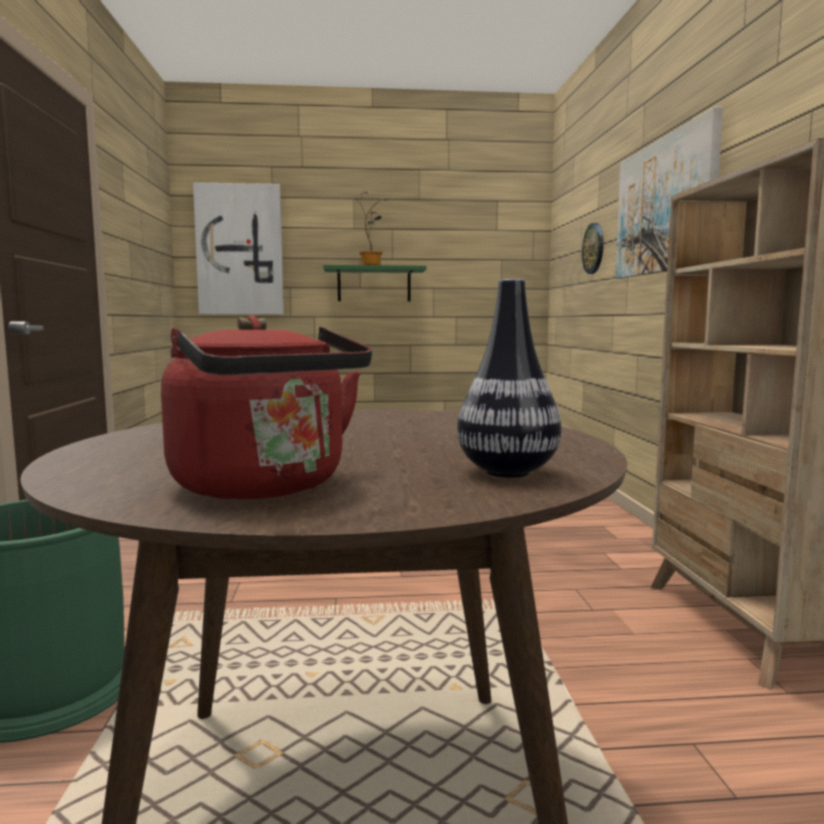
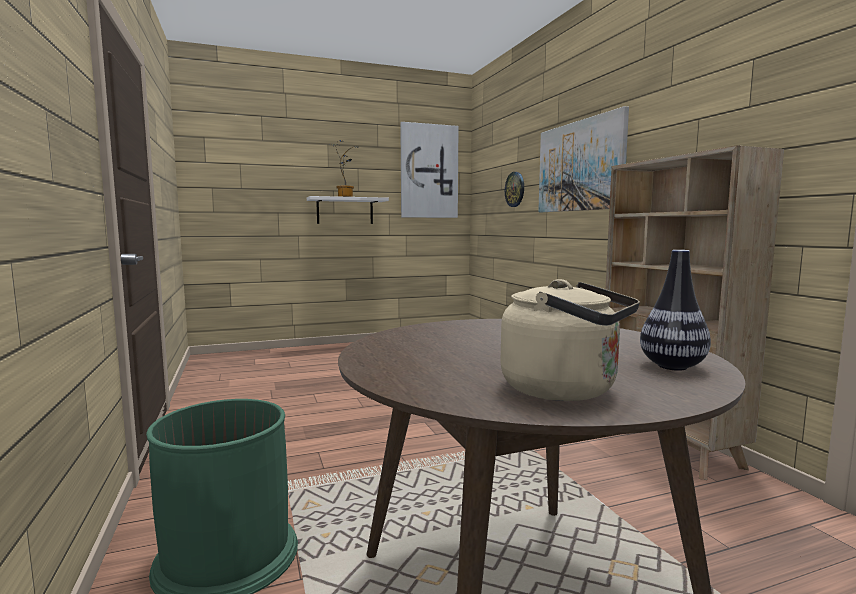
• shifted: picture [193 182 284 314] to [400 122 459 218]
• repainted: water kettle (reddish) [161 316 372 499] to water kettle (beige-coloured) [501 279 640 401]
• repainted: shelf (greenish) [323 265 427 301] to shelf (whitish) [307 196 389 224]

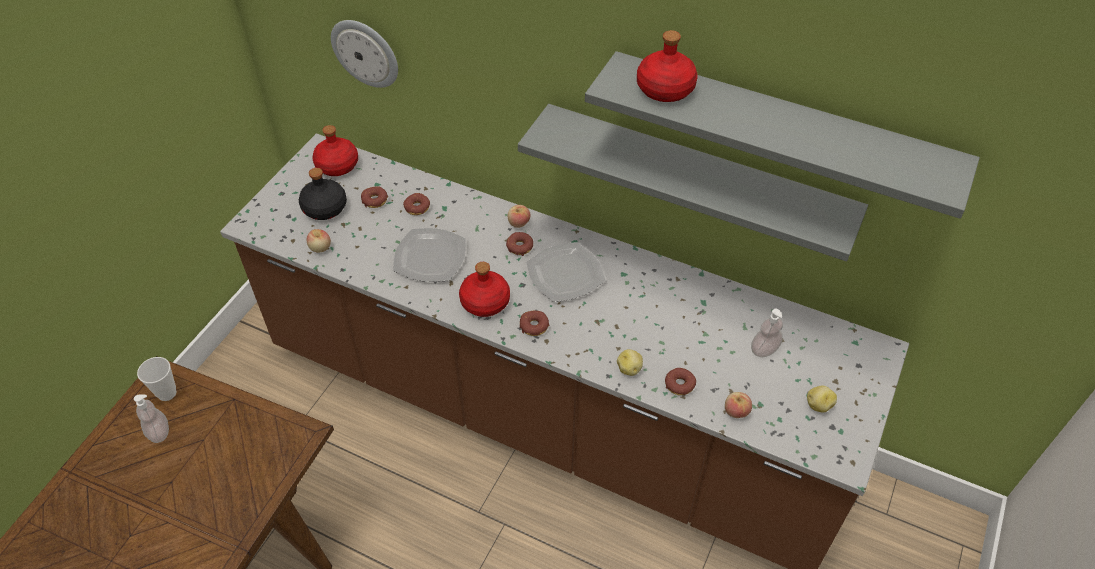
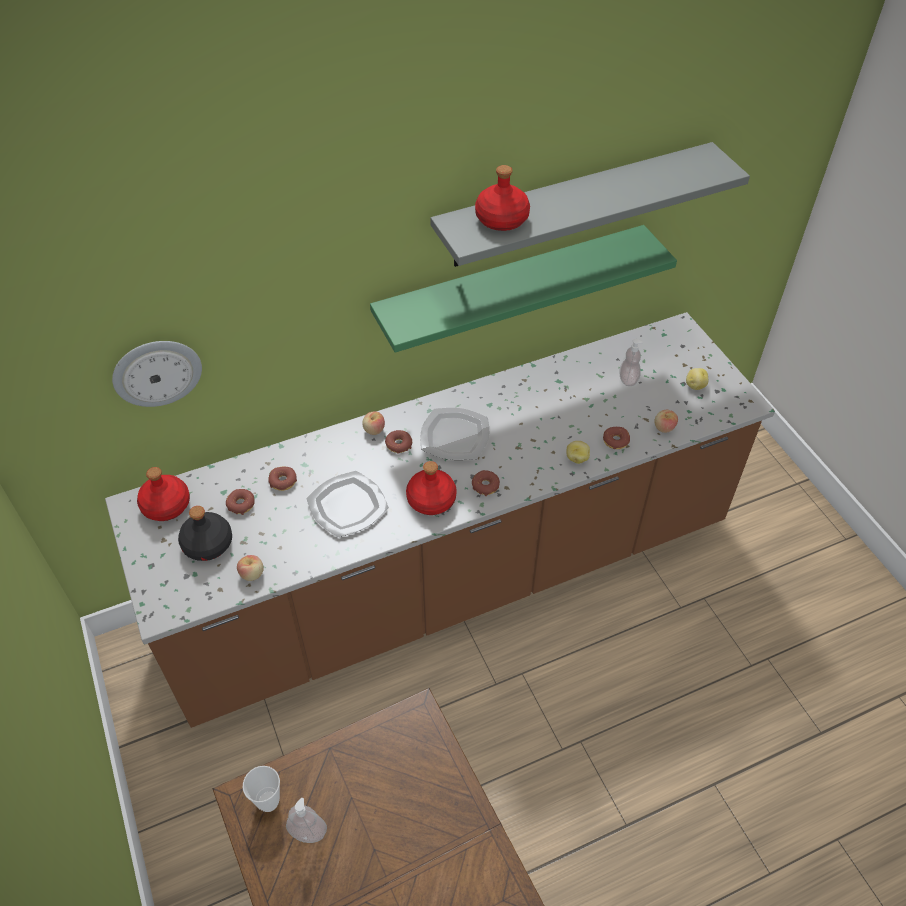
• repainted: shelf (gray) [518 104 868 261] to shelf (greenish) [370 225 677 353]

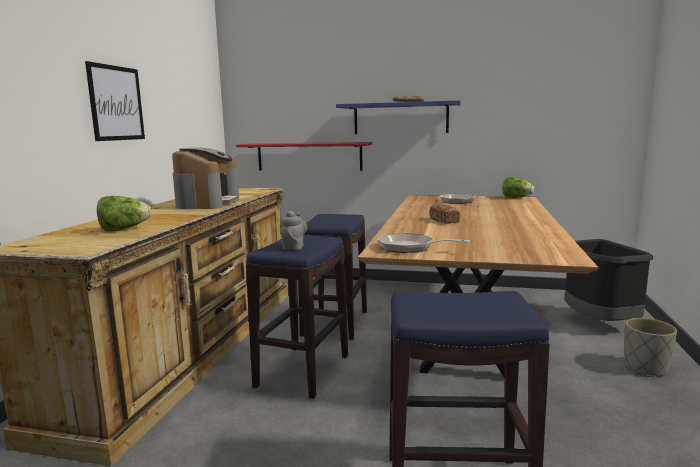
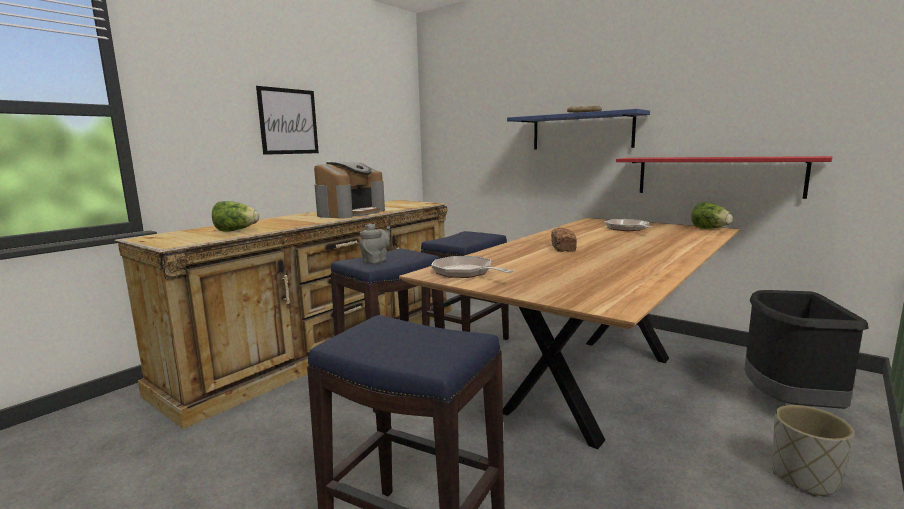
• shifted: shelf (reddish) [236 142 373 171] to [616 156 832 199]

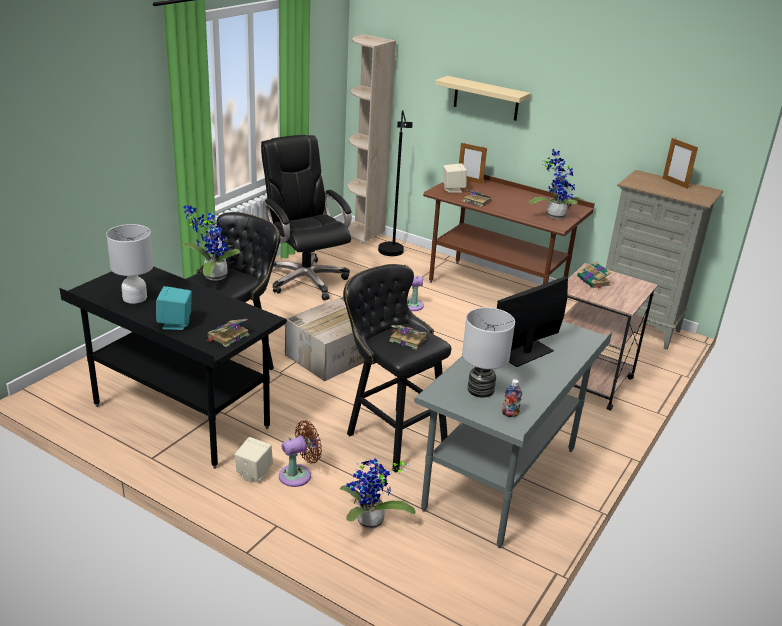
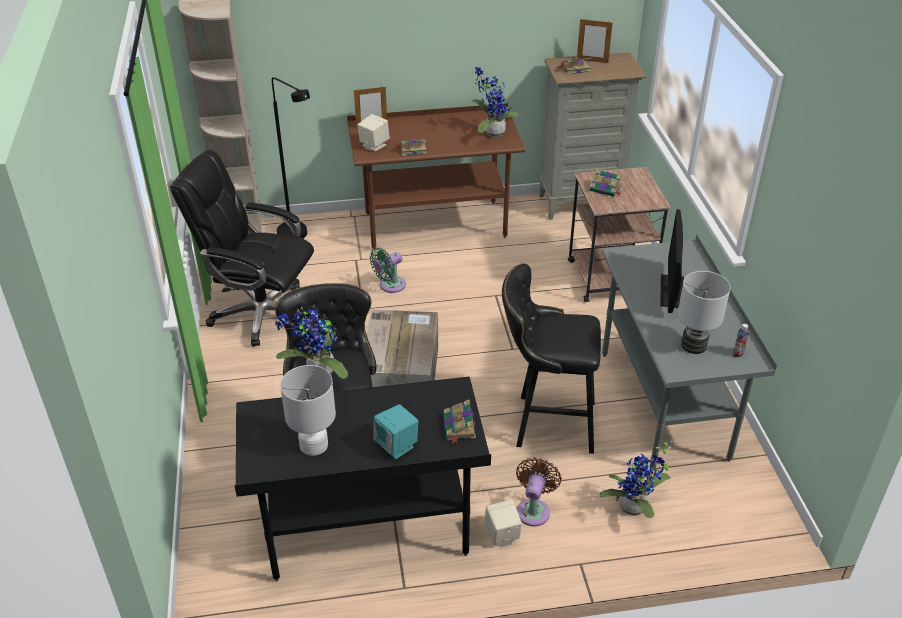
• gone: shelf (beige-coloured) [435 76 531 121]
• shifted: book [389 325 427 350] to [559 58 591 75]

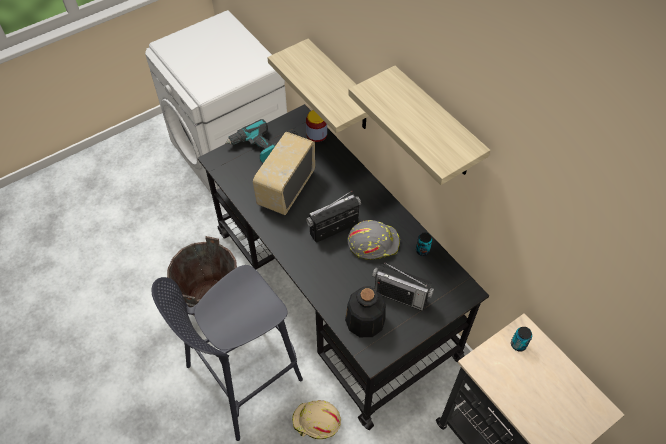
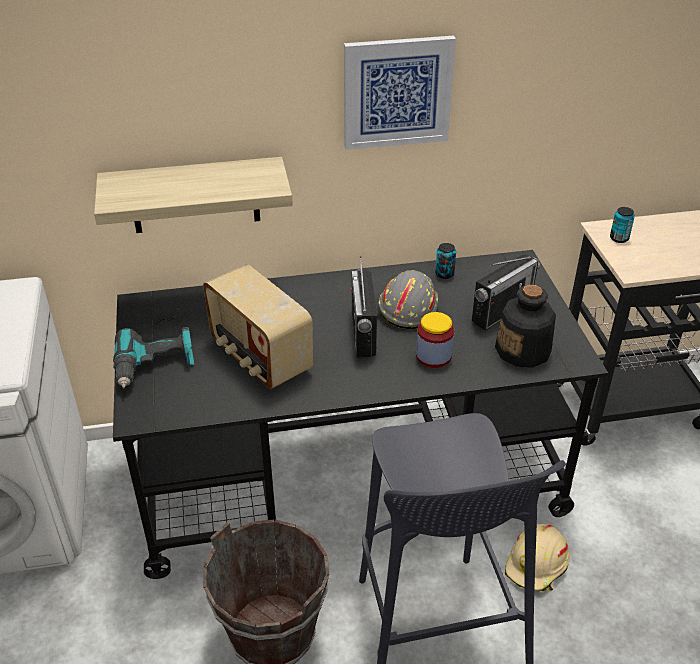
• shifted: preserve jar [306 110 327 142] to [416 312 454 368]
• swapped: shelf [348 65 490 185] to picture [344 35 456 150]

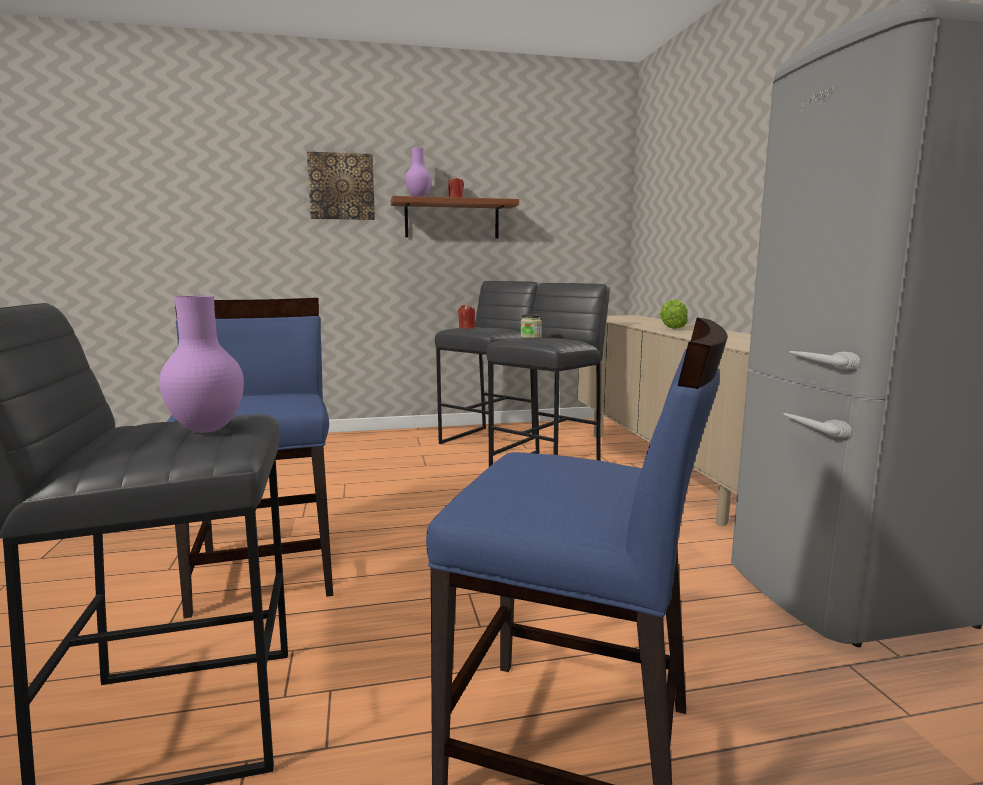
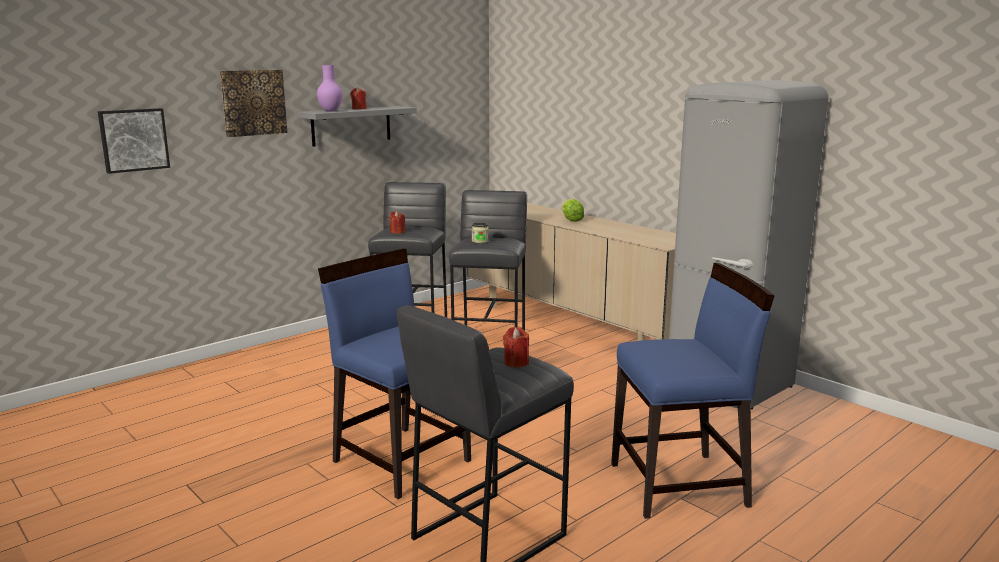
• new: picture [98 108 170 174]
• swapped: vase (purple) [159 296 244 433] to wax light (reddish) [503 327 529 367]
• repainted: shelf (brown) [391 196 519 238] to shelf (gray) [298 106 417 147]

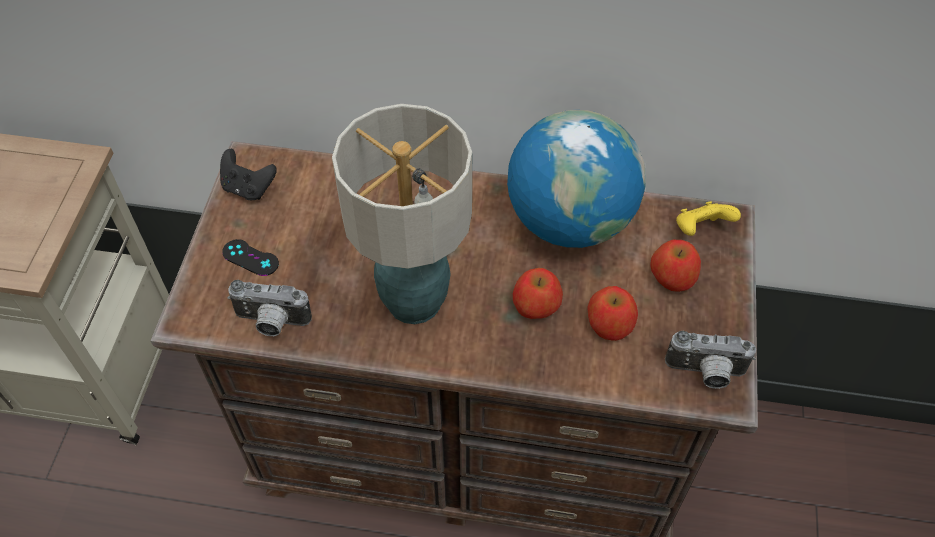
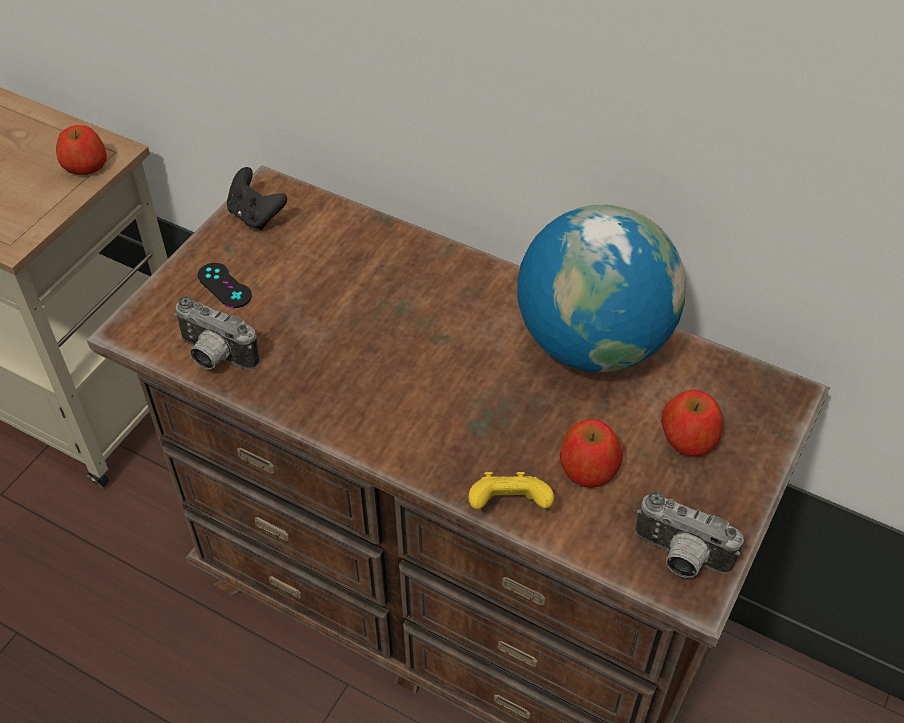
• gone: table lamp [332 104 472 324]
• shifted: whole apple [513 268 563 319] to [56 125 107 175]
• shifted: game controller (yellow) [676 201 741 236] to [469 472 554 509]

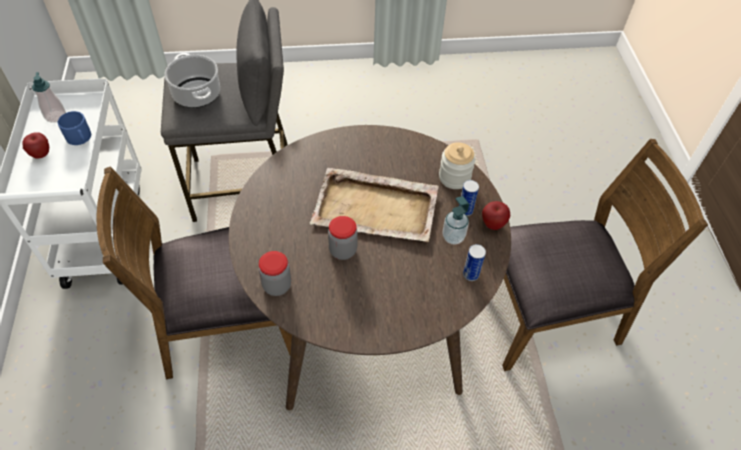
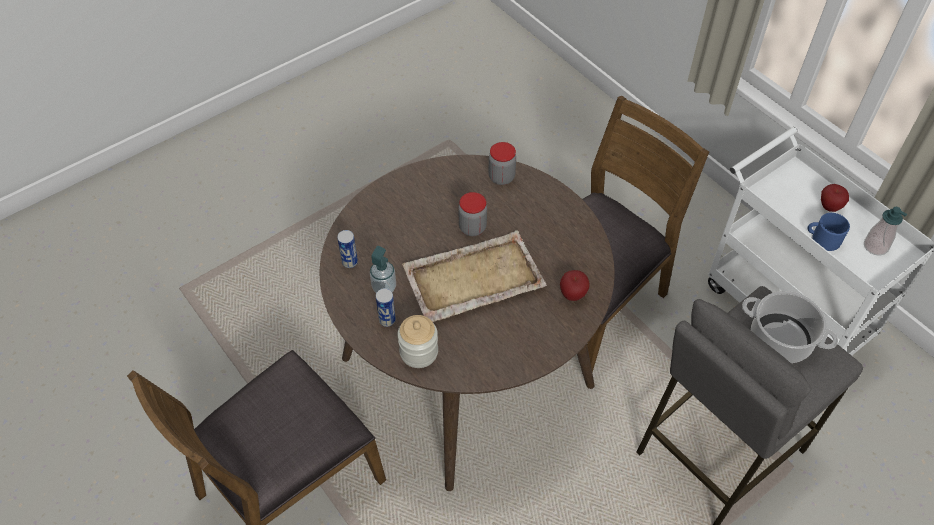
• shifted: whole apple [482 201 511 230] to [560 270 590 301]

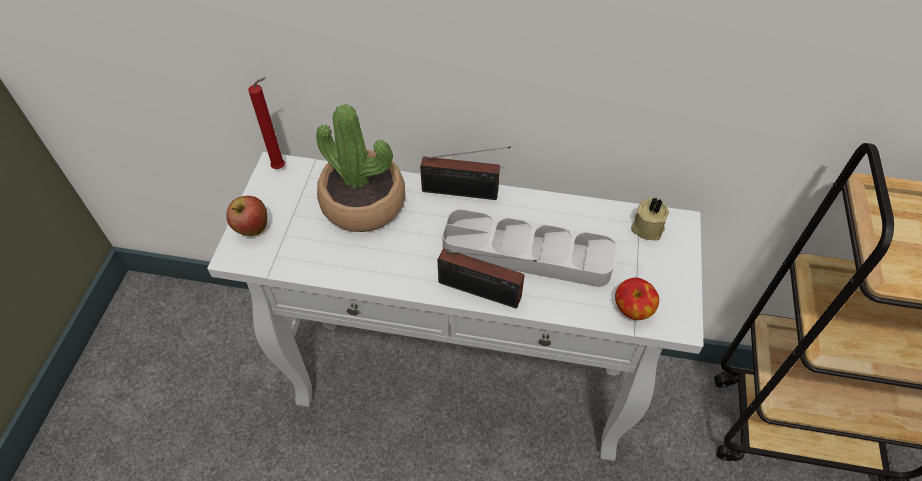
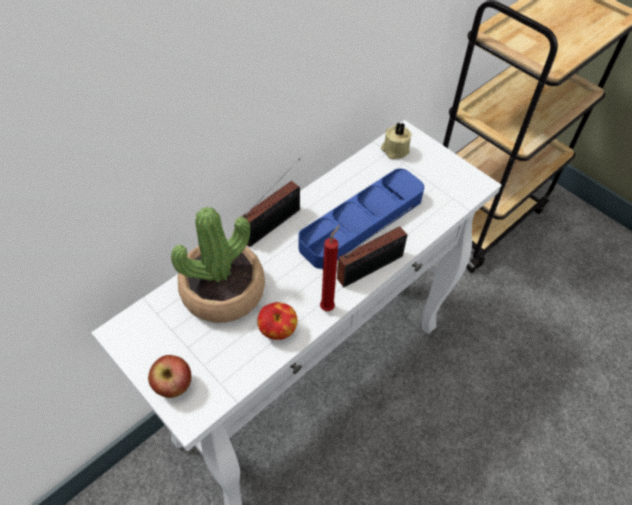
• shifted: wax light (reddish) [248 77 285 169] to [320 225 340 311]
• shifted: whole apple [615 277 659 320] to [257 302 298 340]
• repainted: serving tray (gray) [442 209 617 287] to serving tray (blue-coloured) [298 169 424 269]

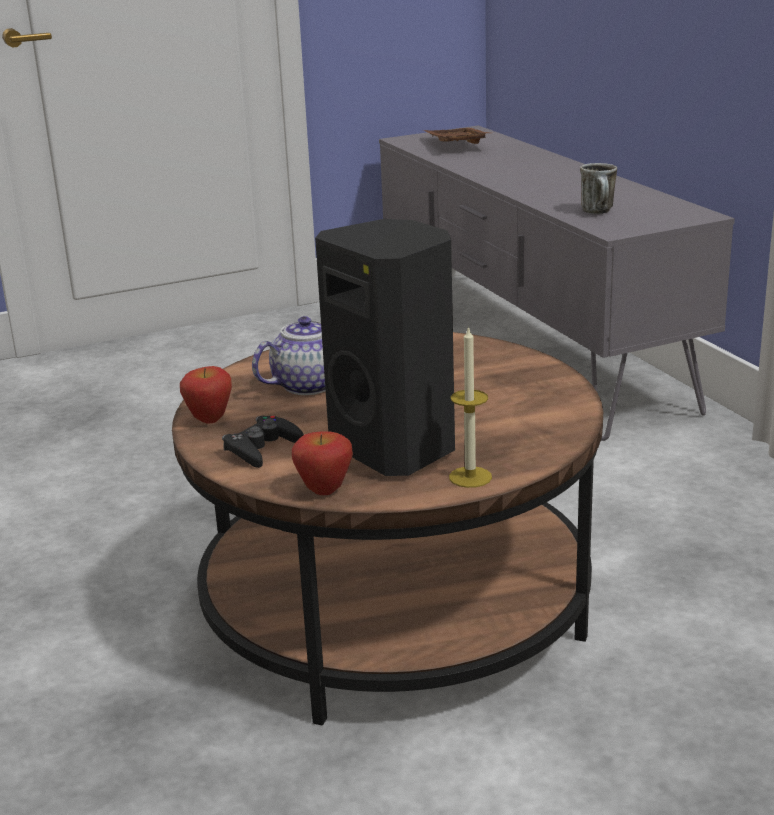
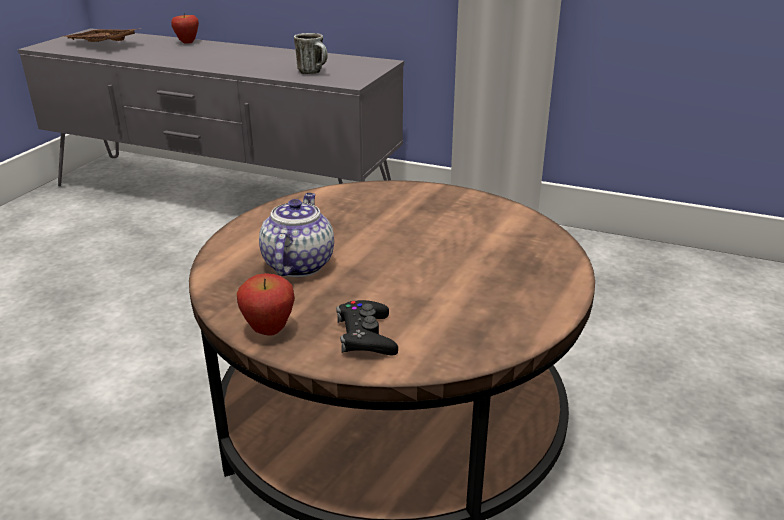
• gone: audio speaker (black) [315 219 455 476]
• gone: wax light [449 326 492 488]
• shifted: whole apple [292 431 353 495] to [171 14 199 44]

